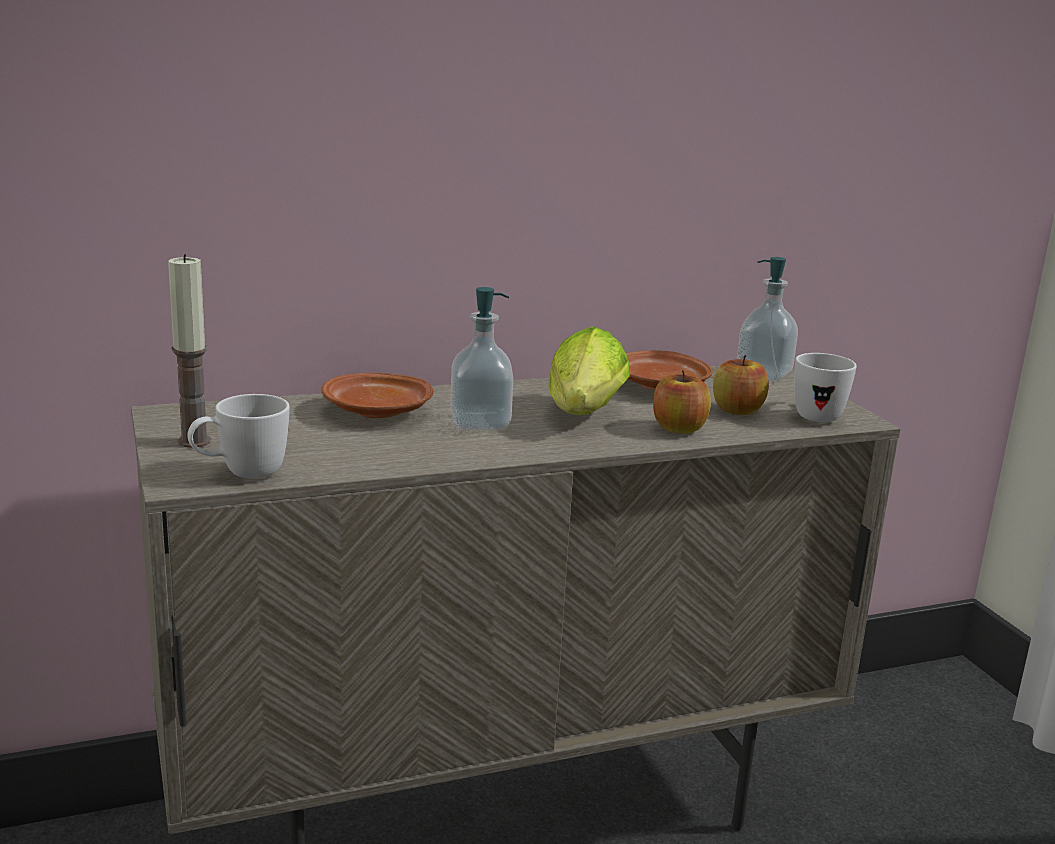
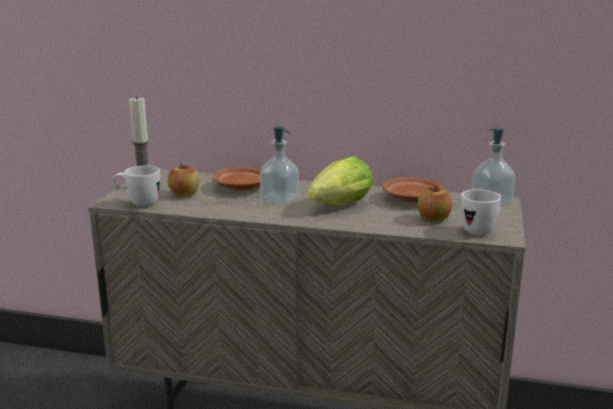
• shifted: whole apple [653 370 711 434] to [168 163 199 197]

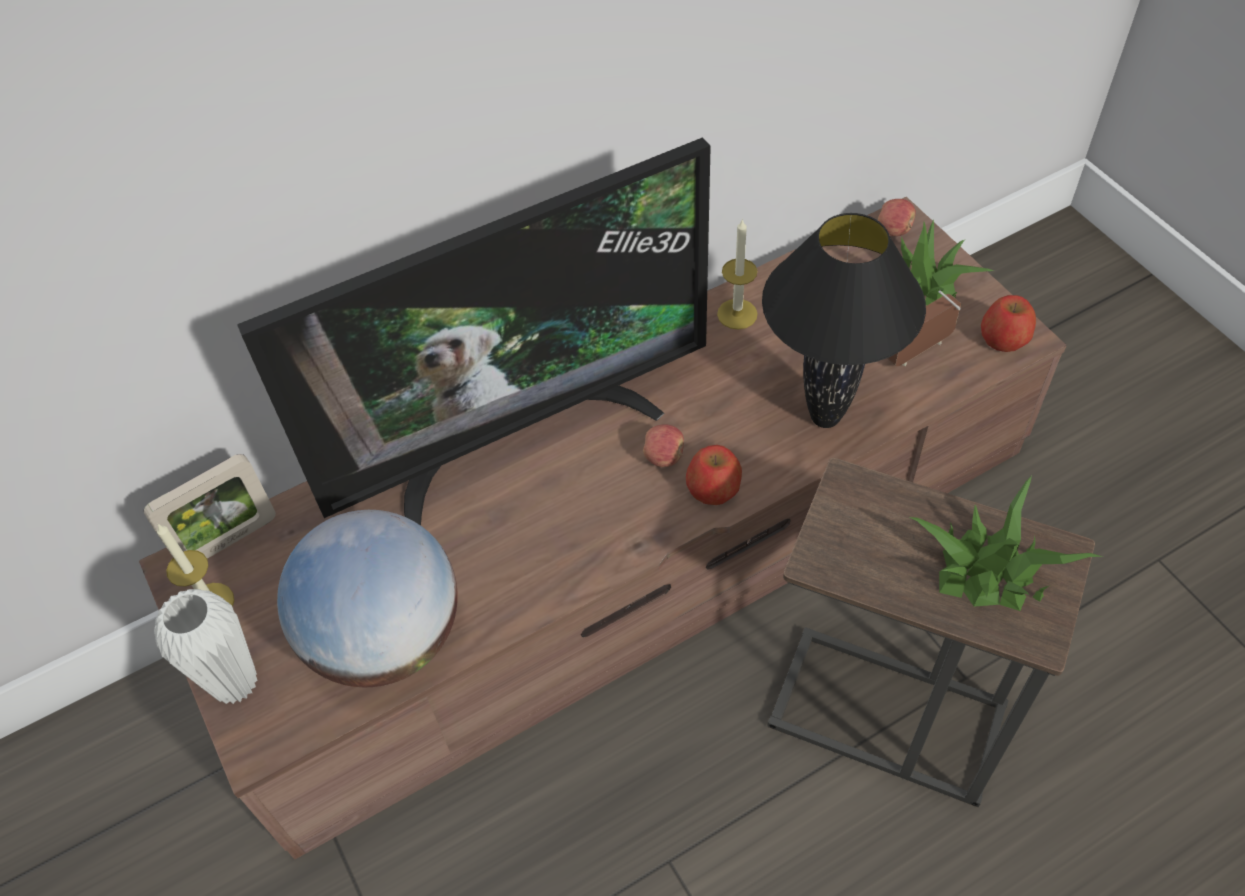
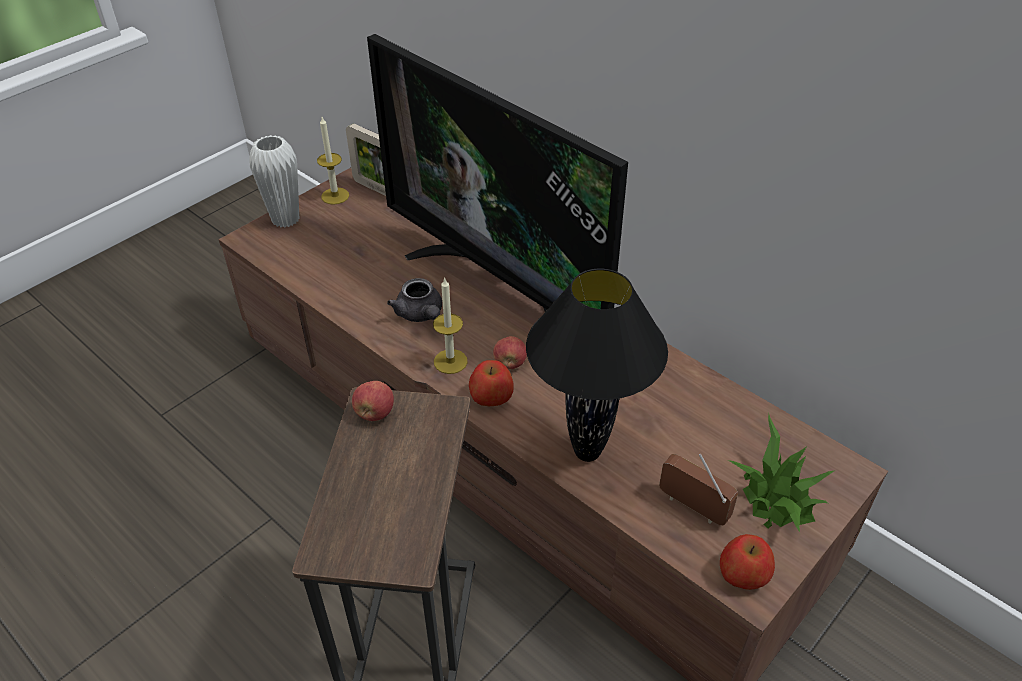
• gone: world globe [277 510 458 687]
• gone: houseplant [910 475 1103 611]
• new: teapot (gray) [387 278 442 322]
• shifted: wax light [717 219 758 330] to [433 277 468 374]
• shifted: whole apple [878 199 916 236] to [352 381 394 421]

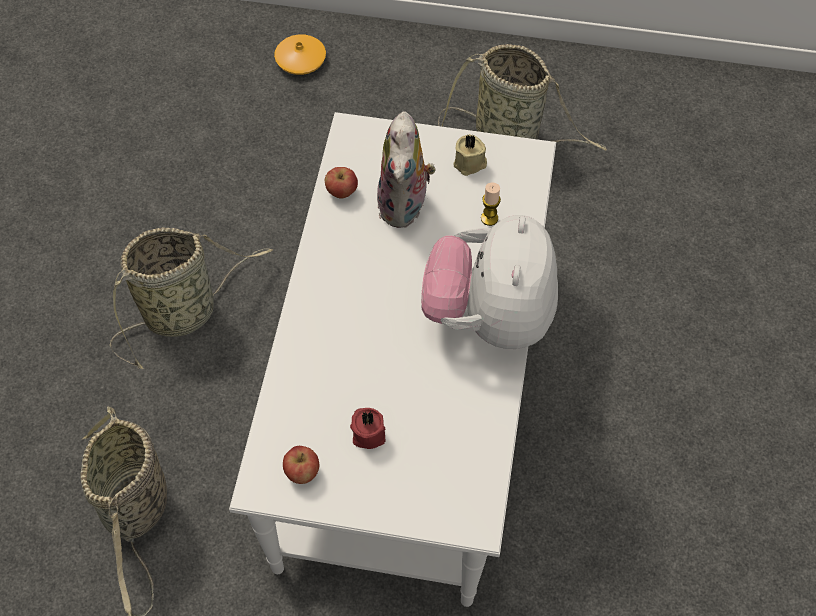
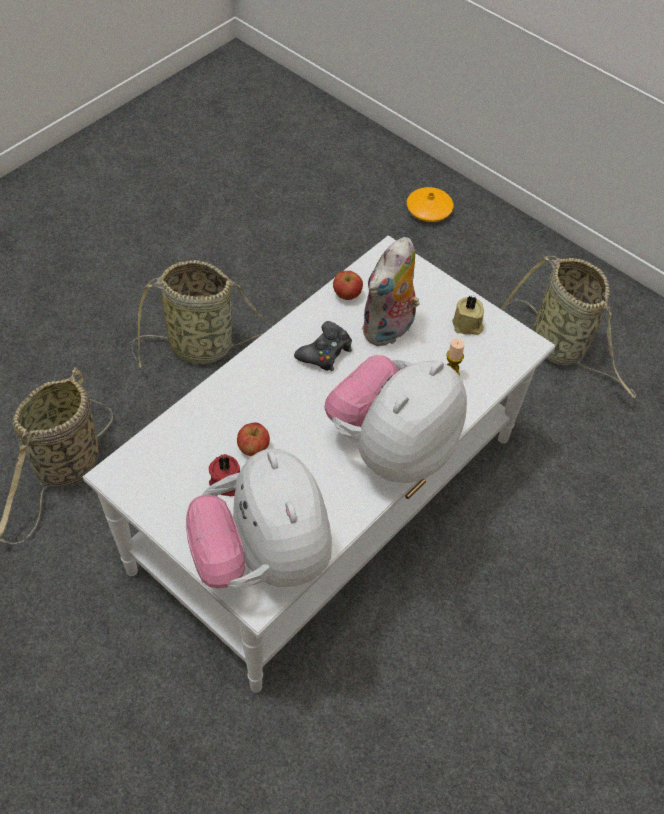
• new: cuddly toy [186 449 332 589]
• new: game controller (black) [294 321 352 371]
• shifted: whole apple [283 446 319 484] to [237 422 270 456]

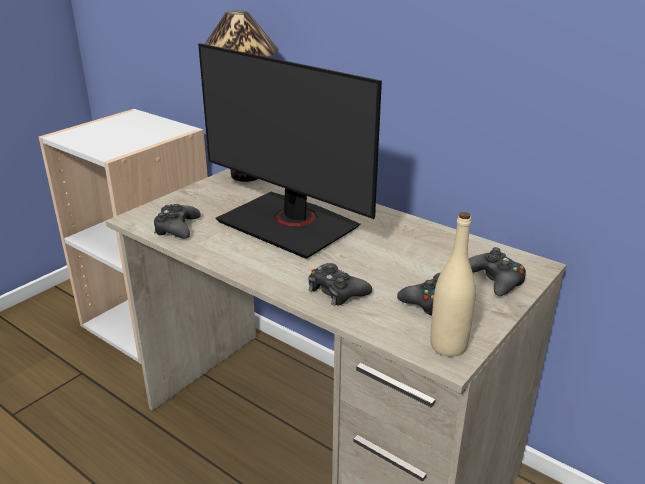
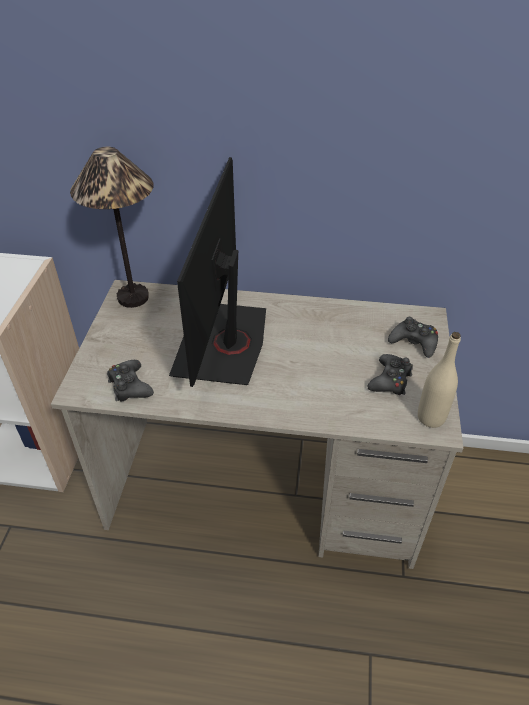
• gone: game controller (black) [308 263 372 306]
• rotated: computer display [198 43 382 259] = [169 157 266 387] 90 degrees clockwise

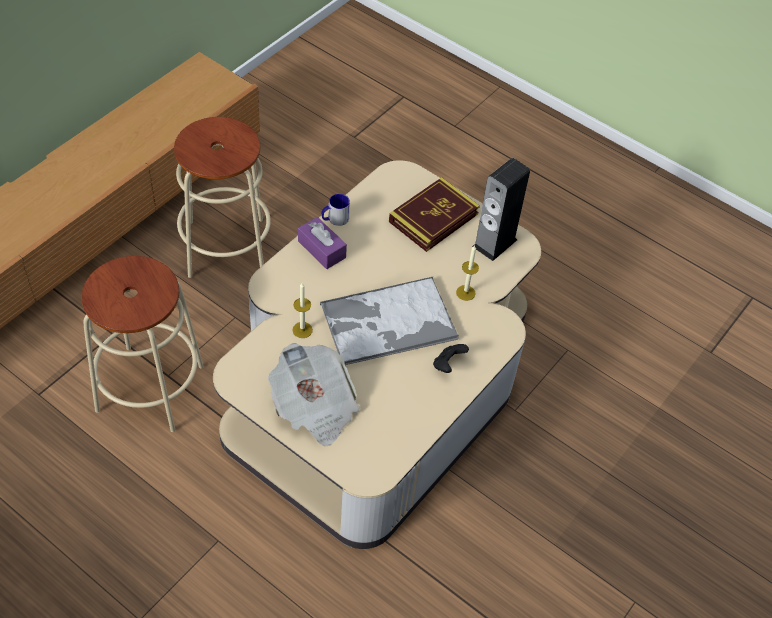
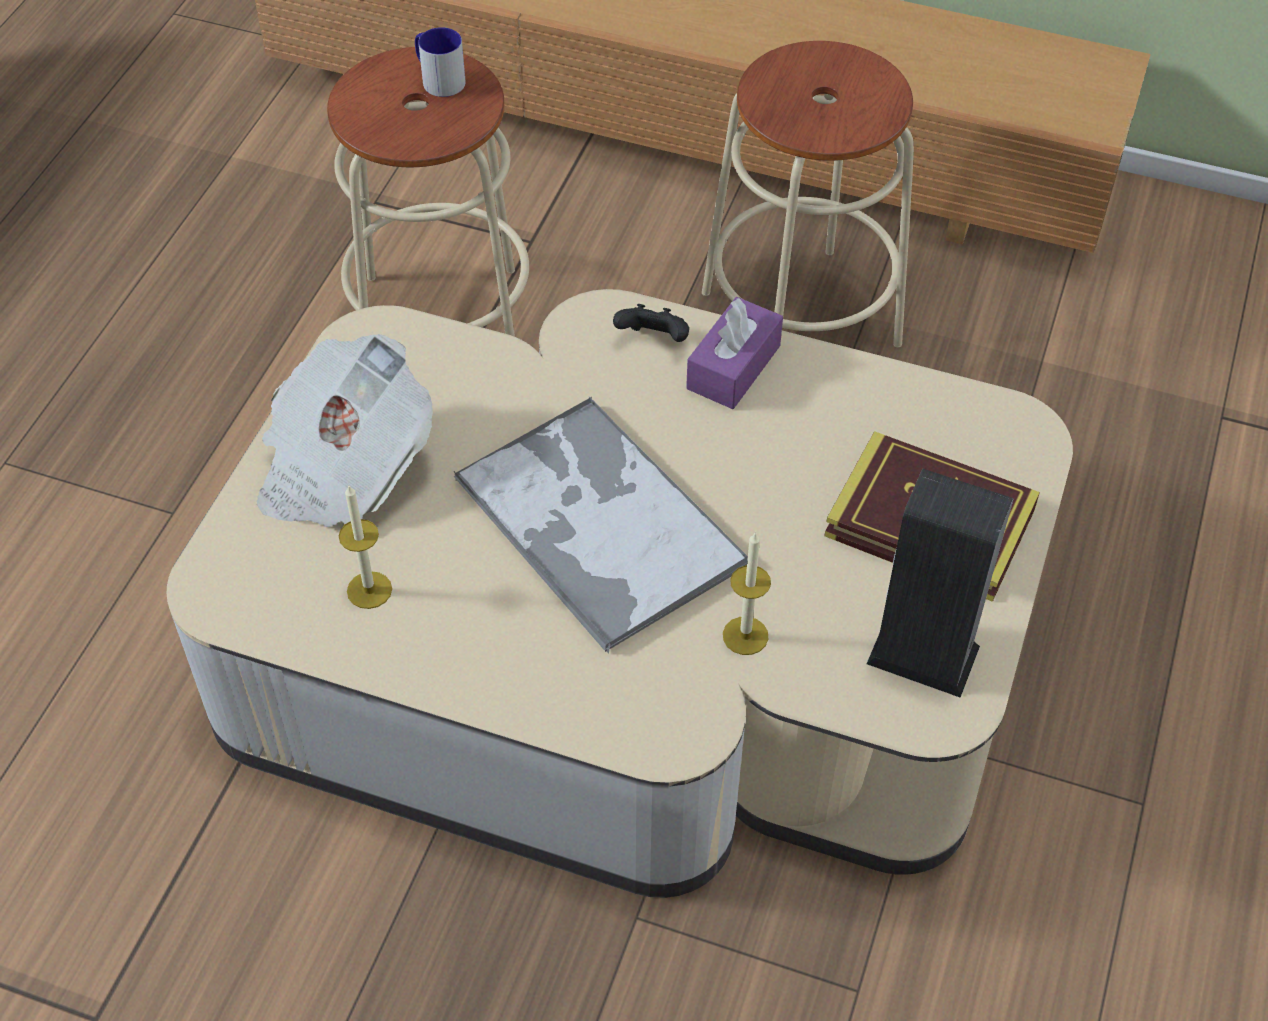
• shifted: wax light [292 283 313 338] to [339 484 392 609]
• shifted: tea mug [321 194 350 226] to [415 27 465 97]
• shifted: game controller (black) [433 344 469 373] to [613 304 689 342]

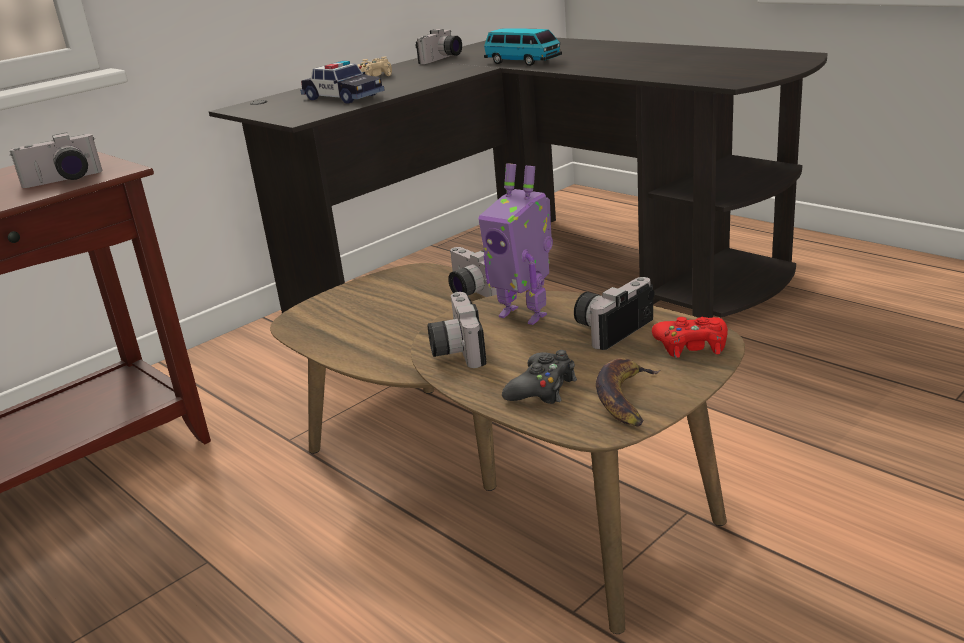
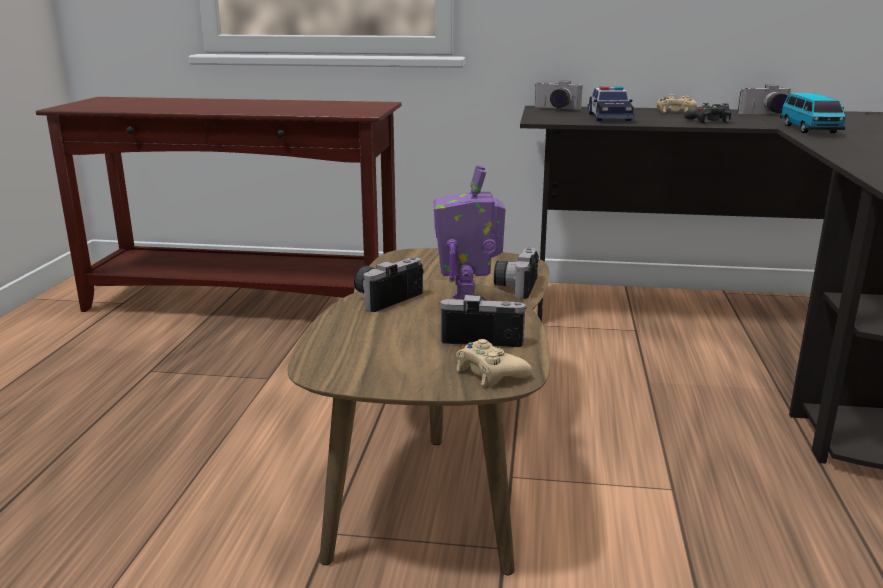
• gone: banana [596 358 660 427]
• shifted: still camera [10 132 103 188] to [534 81 583 110]
• shifted: game controller (black) [502 350 577 404] to [684 103 731 124]
• repainted: game controller (reddish) [652 317 728 358] to game controller (beige-coloured) [456 339 532 386]

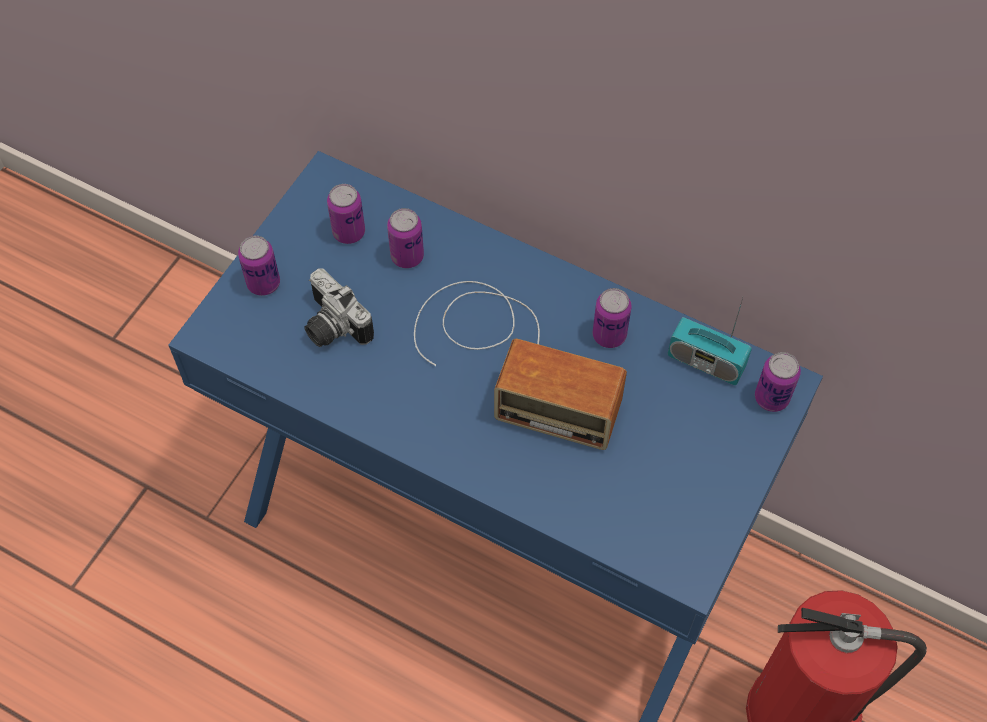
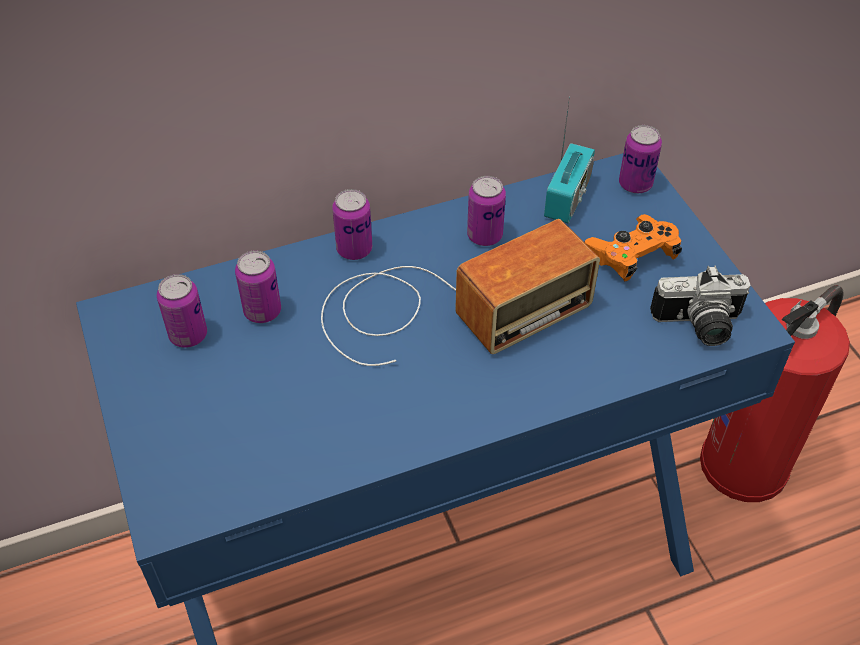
• new: game controller (orange-coloured) [584 214 682 281]
• shifted: sealed can [238 236 280 296] to [332 189 372 260]
• shifted: still camera [304 269 374 347] to [650 266 751 346]
• rotated: radio [668 298 752 385] = [544 102 595 223] 45 degrees counterclockwise

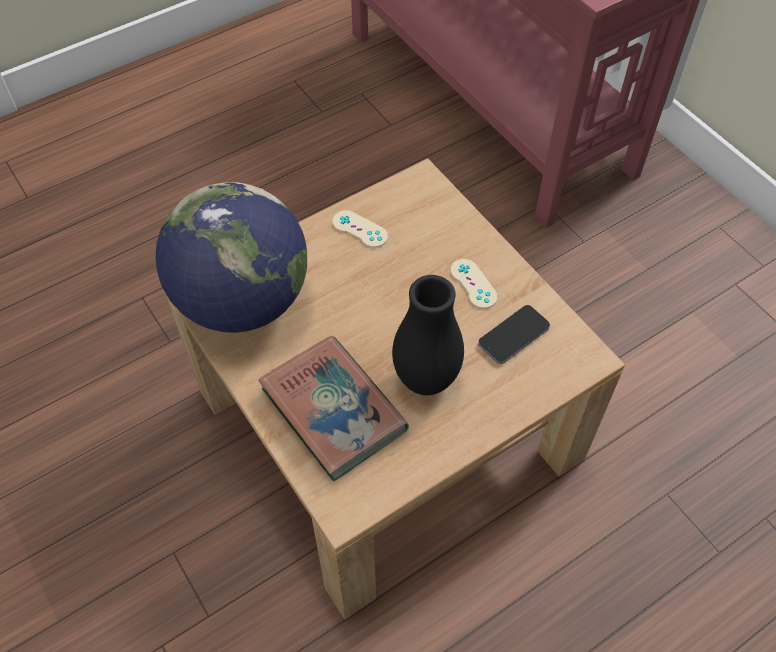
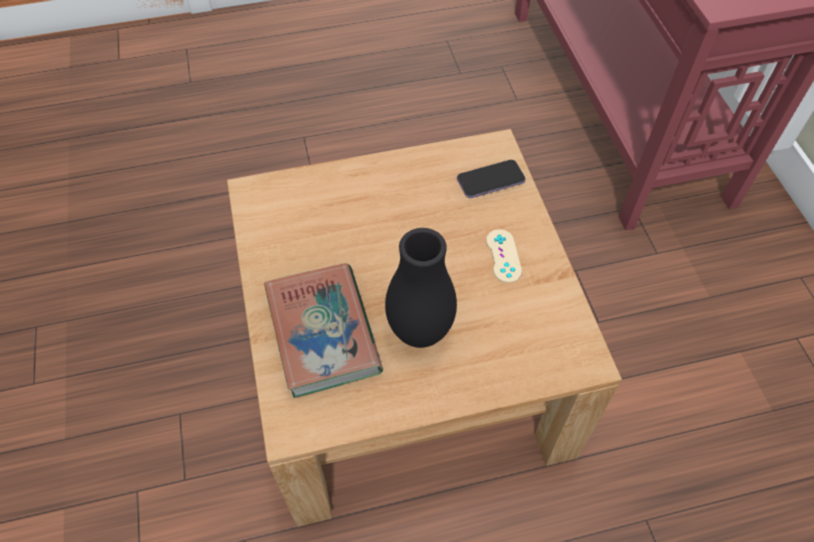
• gone: world globe [156 182 307 333]
• gone: game controller (beige-coloured) [332 210 388 248]
• shifted: telephone [478 305 550 364] to [457 160 525 198]

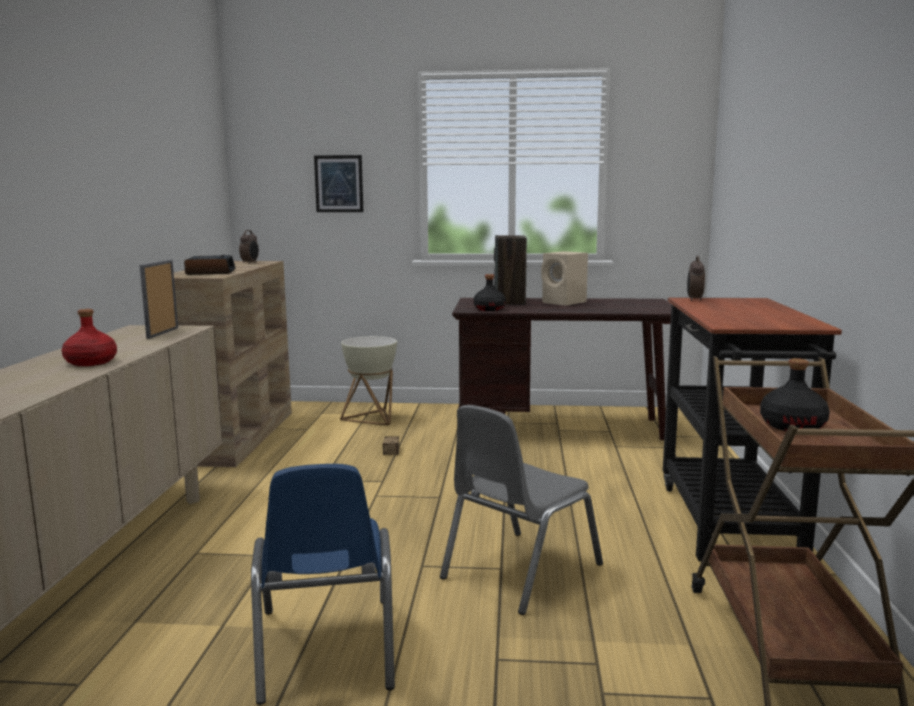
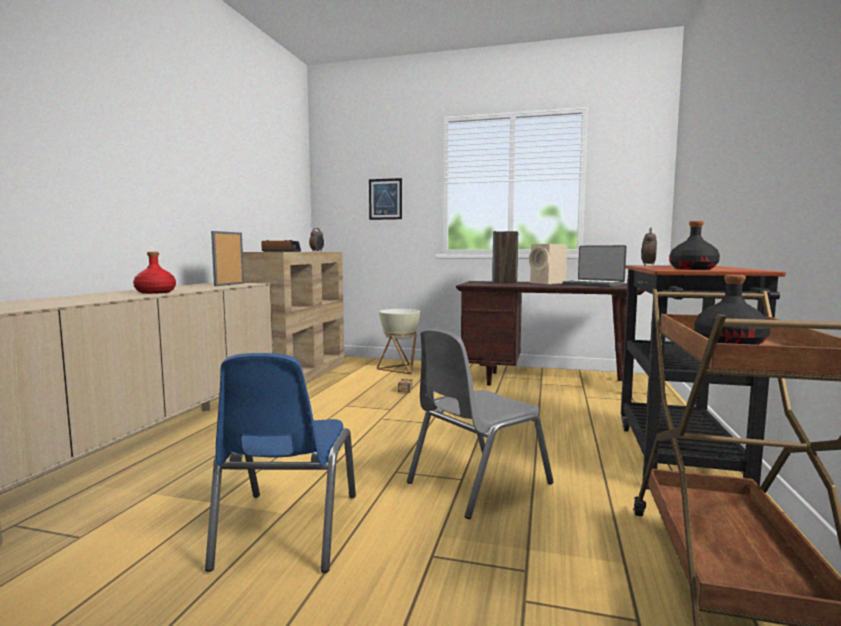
• new: portable computer [562 245 627 287]
• shifted: bottle (black) [473 274 506 311] to [669 221 720 270]

